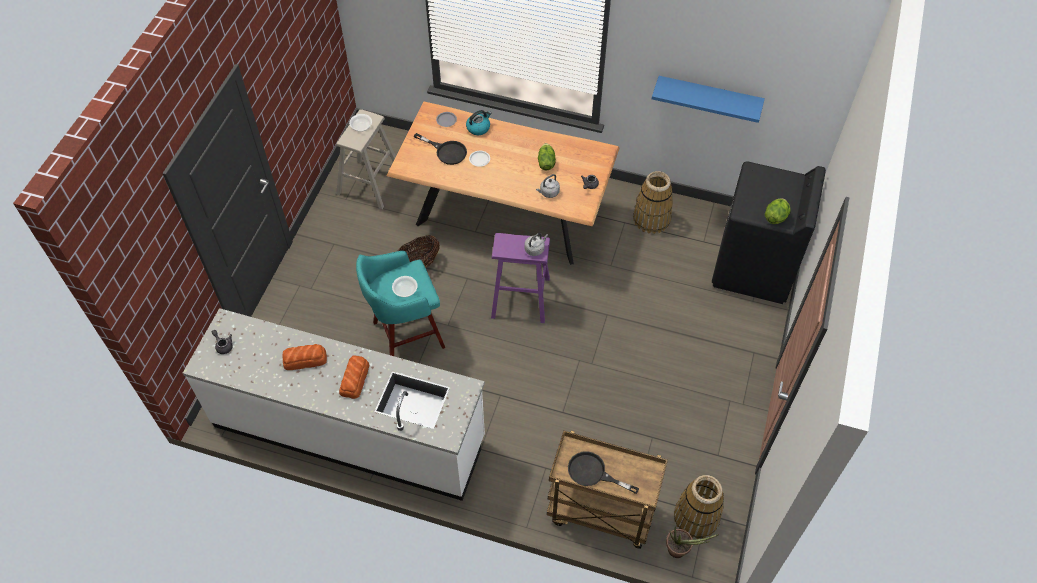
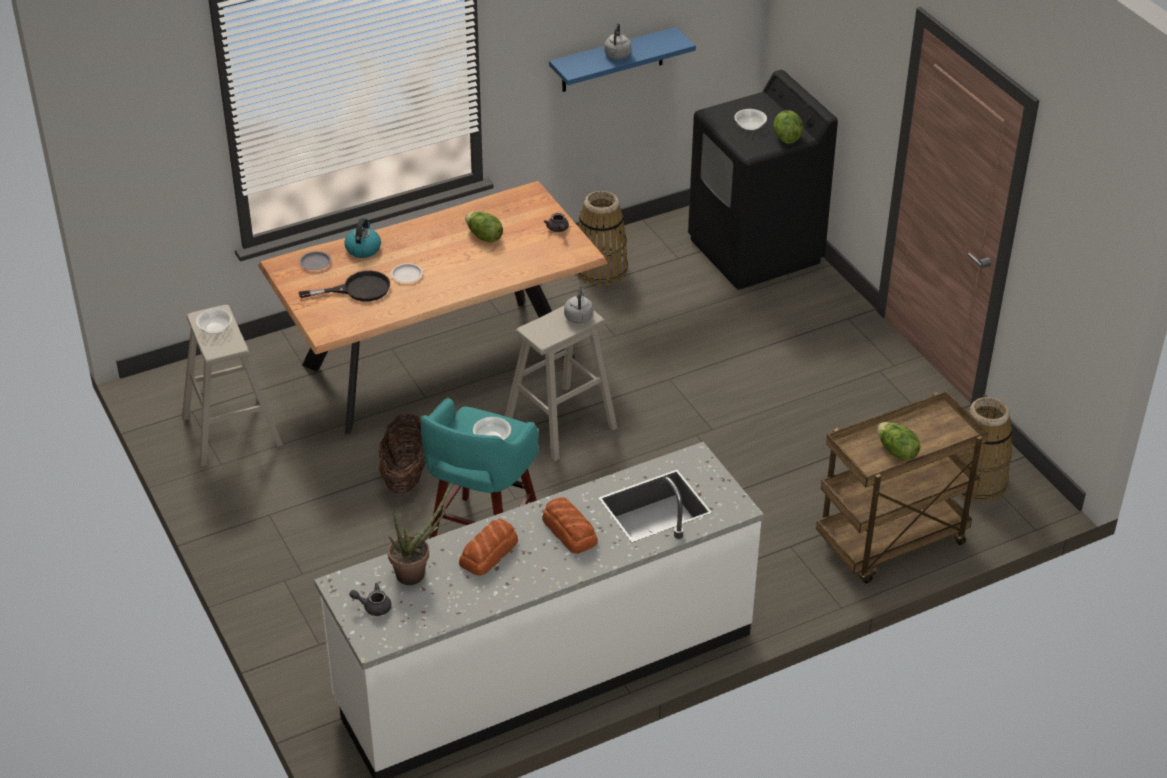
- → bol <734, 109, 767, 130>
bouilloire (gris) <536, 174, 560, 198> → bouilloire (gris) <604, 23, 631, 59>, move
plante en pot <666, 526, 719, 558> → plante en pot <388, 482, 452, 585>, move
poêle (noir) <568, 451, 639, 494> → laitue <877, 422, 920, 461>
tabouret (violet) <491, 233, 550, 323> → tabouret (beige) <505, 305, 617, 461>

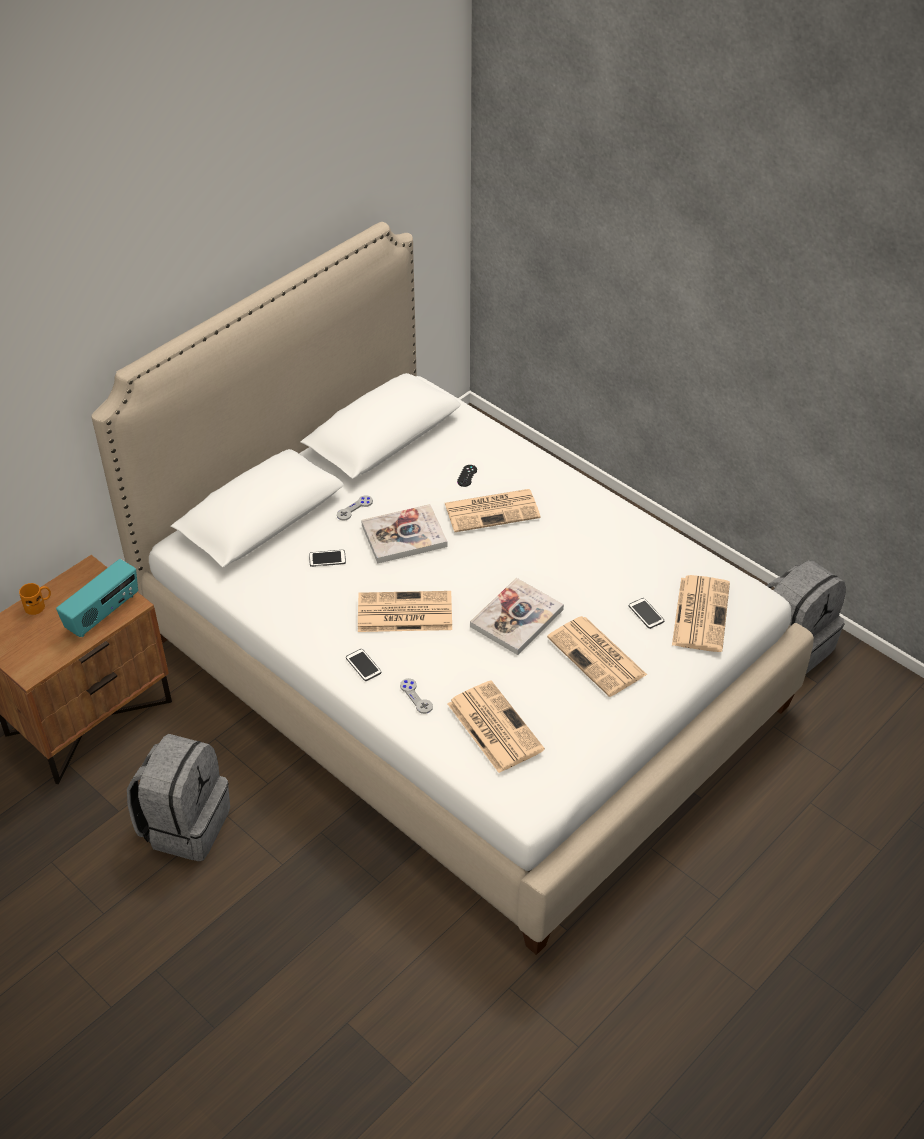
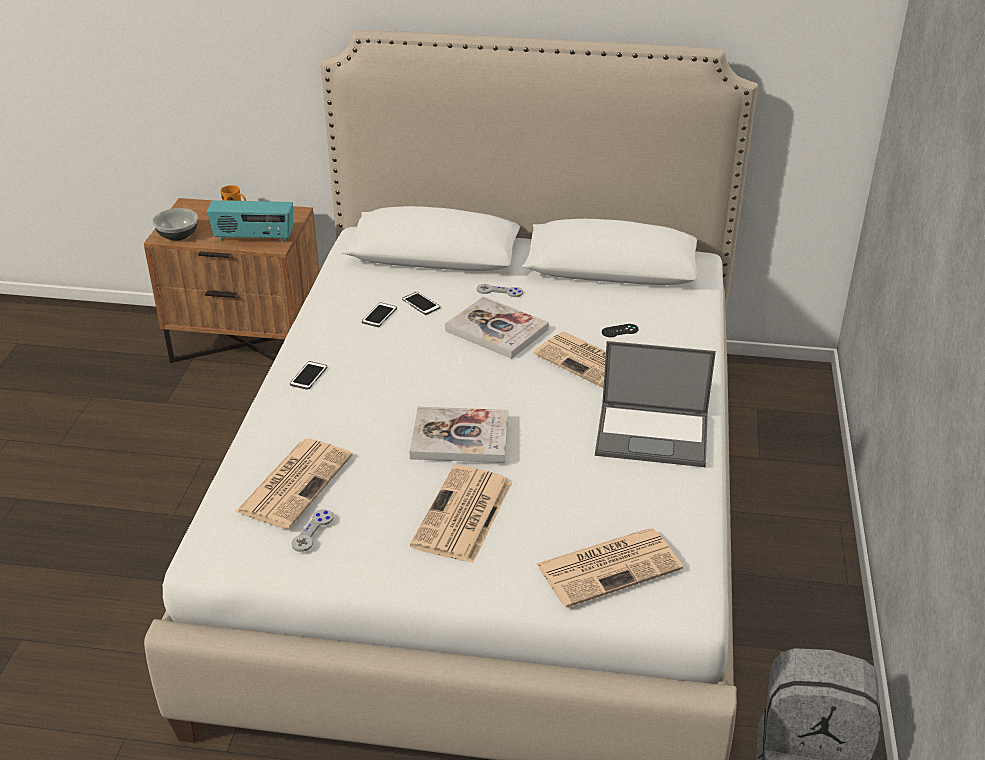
sac à dos (gris) <127, 734, 230, 862> → -
journal <358, 591, 452, 632> → -
- → bol <152, 208, 198, 241>
- → ordinateur portable <595, 341, 716, 467>
manette (gris) <400, 678, 433, 714> → manette (gris) <291, 509, 334, 552>, move
téléphone <629, 598, 664, 629> → téléphone <362, 302, 397, 327>, move

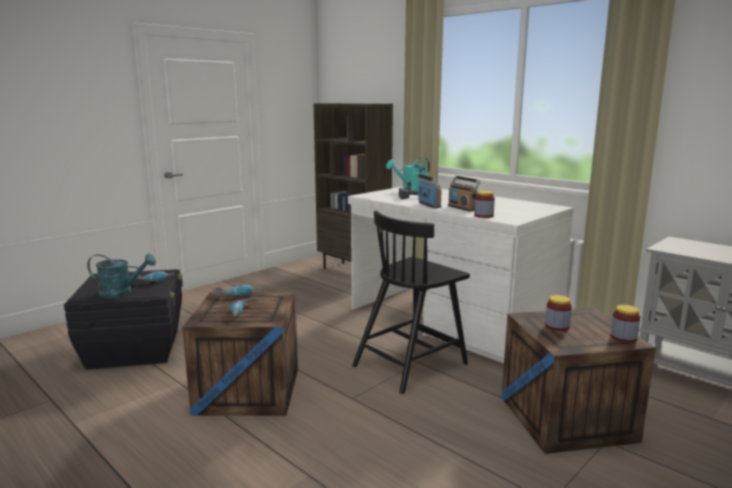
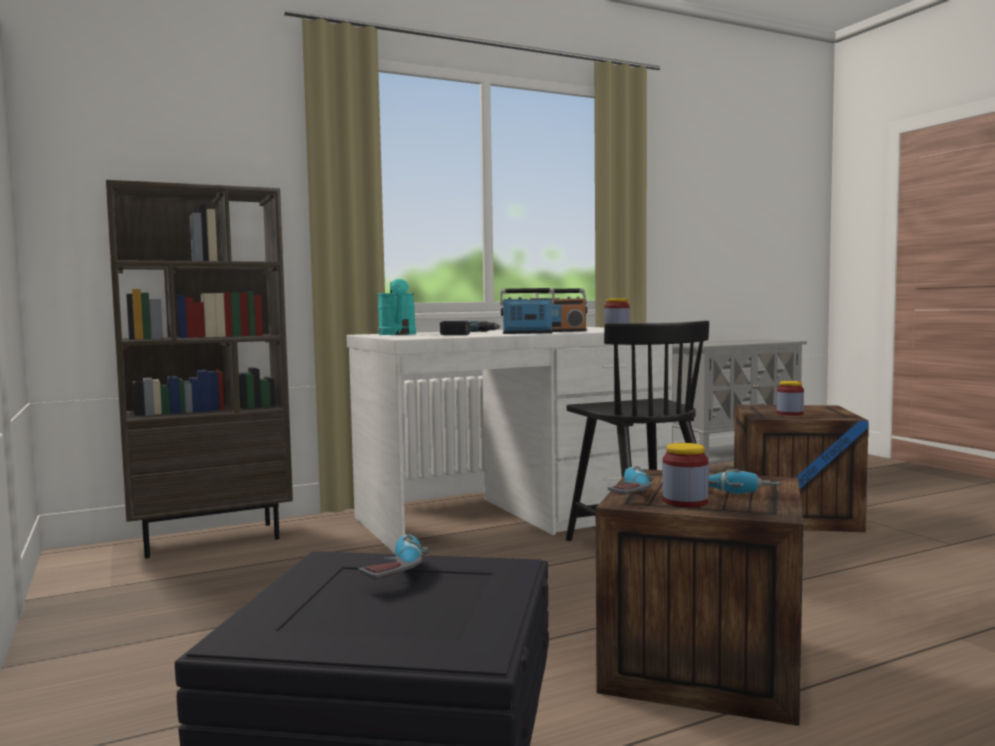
arrosoir (turquoise) <87, 254, 156, 298> → -
bocal <611, 305, 640, 343> → bocal <662, 443, 709, 507>, move

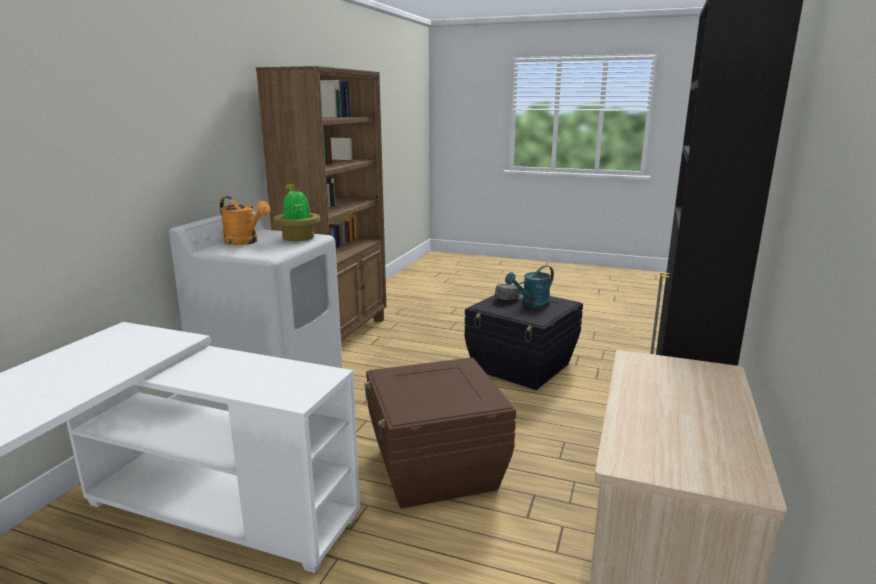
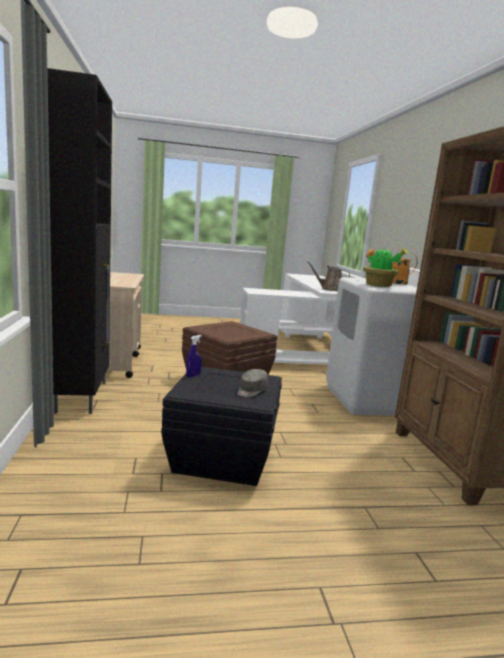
arrosoir (turquoise) <505, 265, 554, 308> → -
- → vaporisateur (bleu) <186, 335, 202, 377>
- → arrosoir (marron) <306, 261, 350, 291>

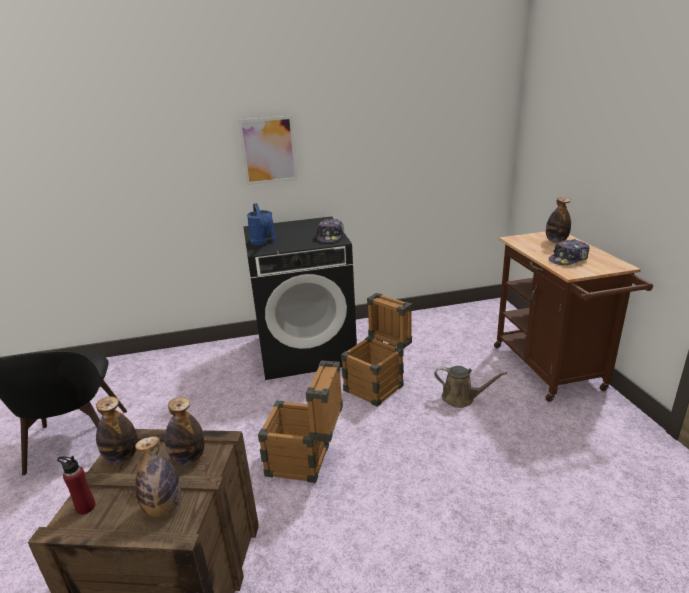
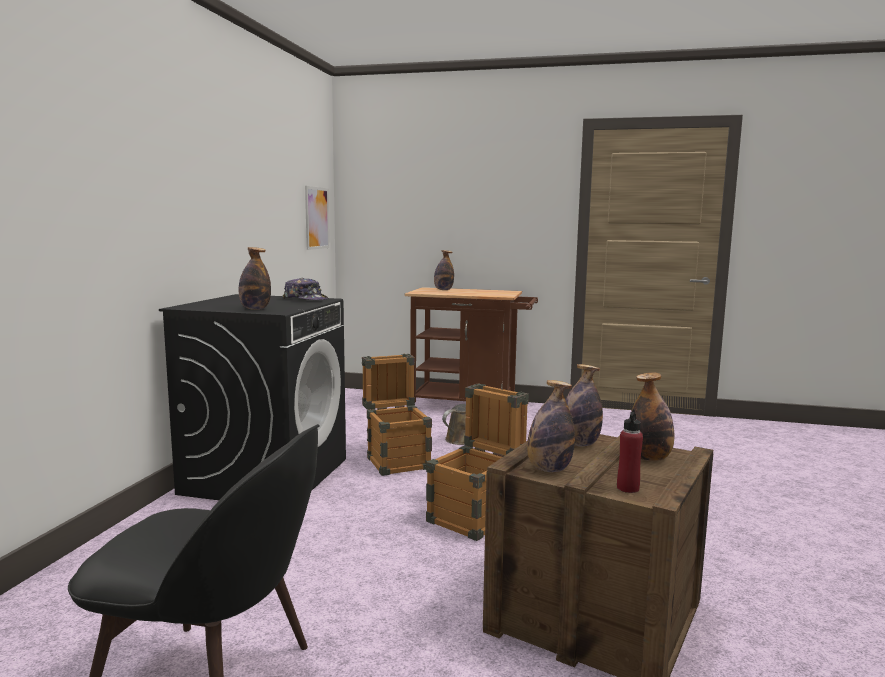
casquette <549, 239, 590, 265> → -
tableau <238, 116, 298, 185> → tableau <305, 186, 329, 250>, move
arrosoir (bleu) <247, 203, 276, 245> → bouteille <238, 247, 271, 310>

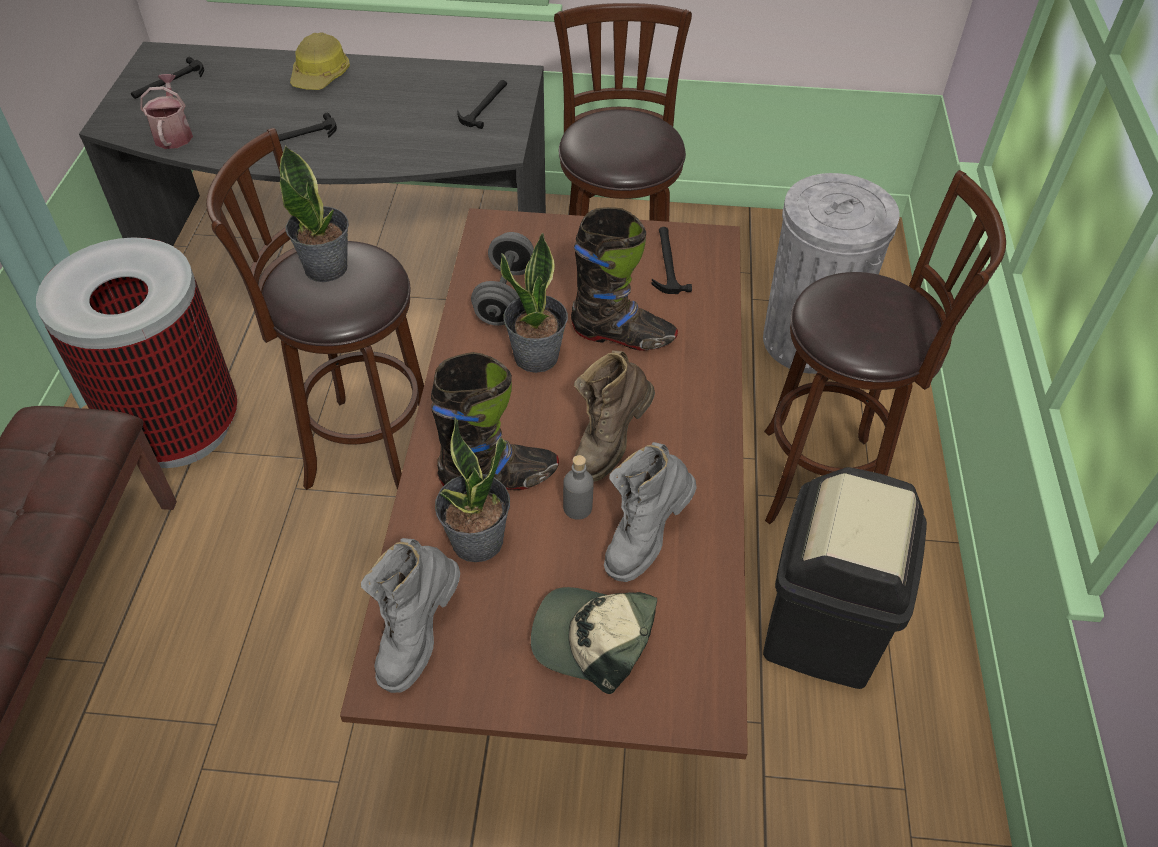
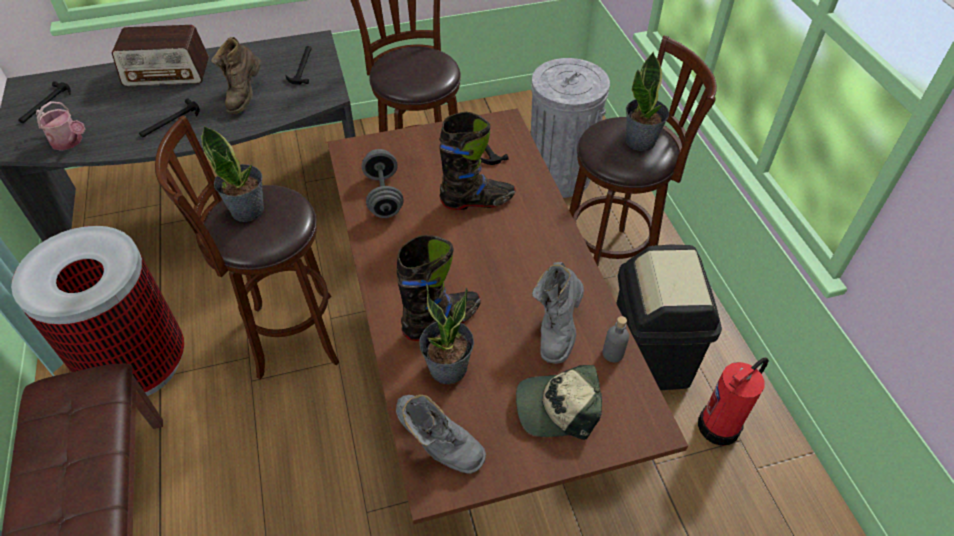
- → extincteur <698, 358, 769, 446>
plante en pot <500, 232, 568, 373> → plante en pot <626, 52, 669, 151>, move
bouteille (gris) <563, 455, 594, 520> → bouteille (gris) <603, 316, 629, 362>, move
botte (marron) <574, 350, 655, 482> → botte (marron) <211, 37, 261, 114>, move
casque de chantier <290, 32, 350, 90> → radio <112, 25, 209, 86>
arrosoir <140, 74, 193, 149> → arrosoir <36, 101, 85, 151>, 150 degrees clockwise
botte (gris) <361, 538, 460, 693> → botte (gris) <396, 395, 486, 474>, 60 degrees counterclockwise

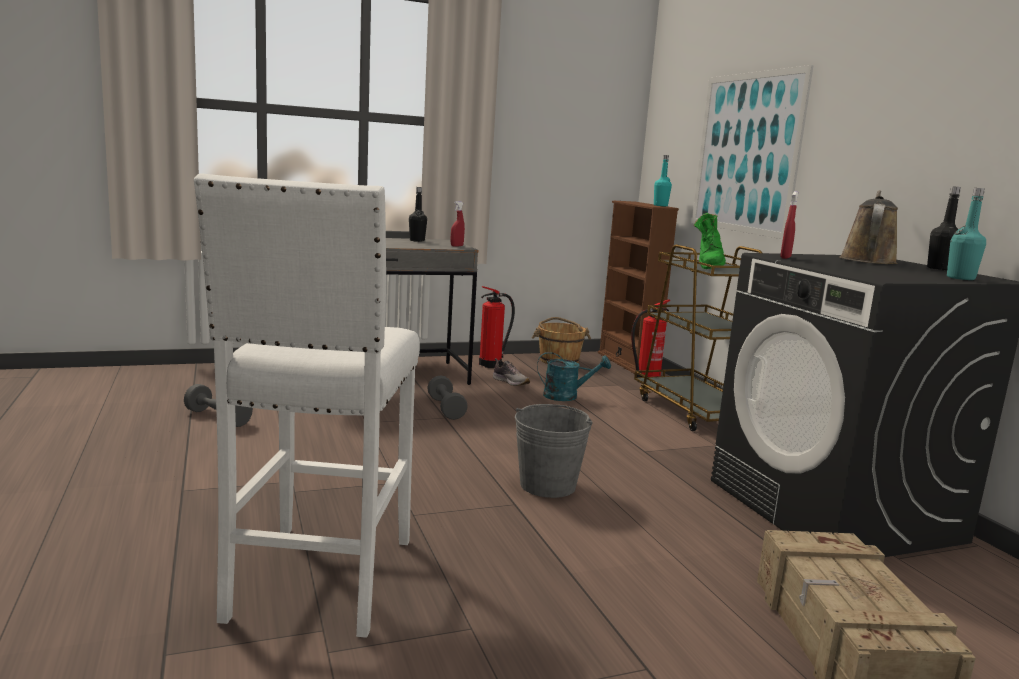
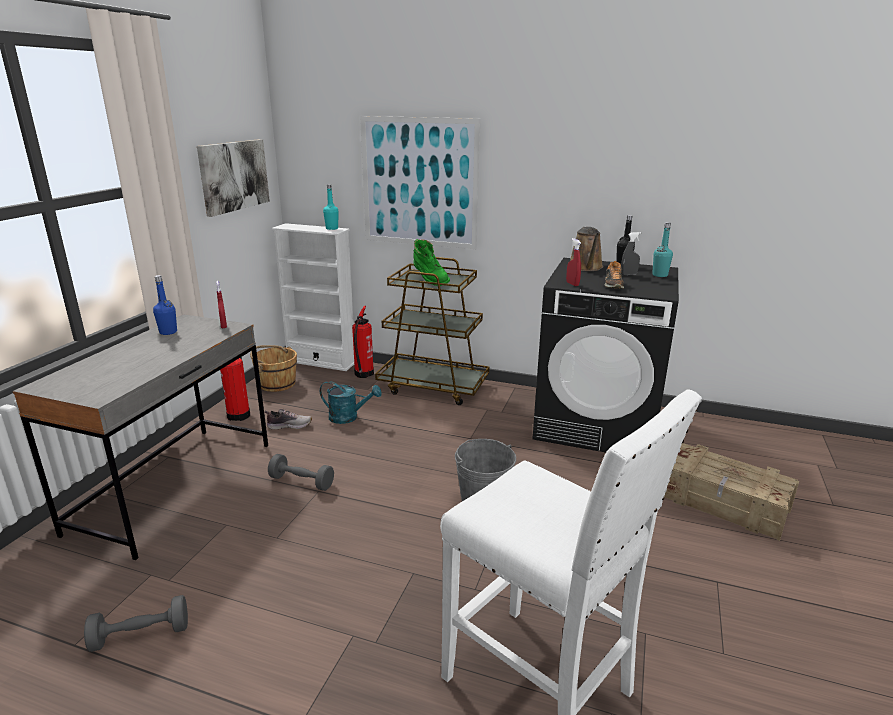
- → tableau <197, 139, 270, 217>
- → chaussure <605, 261, 624, 289>
- → vaporisateur (gris) <621, 232, 641, 276>
bouteille (noir) <409, 187, 427, 242> → bouteille (bleu) <153, 275, 177, 335>
bibliothèque (marron) <598, 201, 679, 374> → bibliothèque (blanc) <272, 223, 354, 371>
arrosoir (turquoise) <537, 352, 611, 401> → arrosoir (turquoise) <320, 381, 382, 424>, 60 degrees clockwise
arrosoir (marron) <839, 190, 898, 264> → arrosoir (marron) <570, 227, 603, 271>, 150 degrees counterclockwise

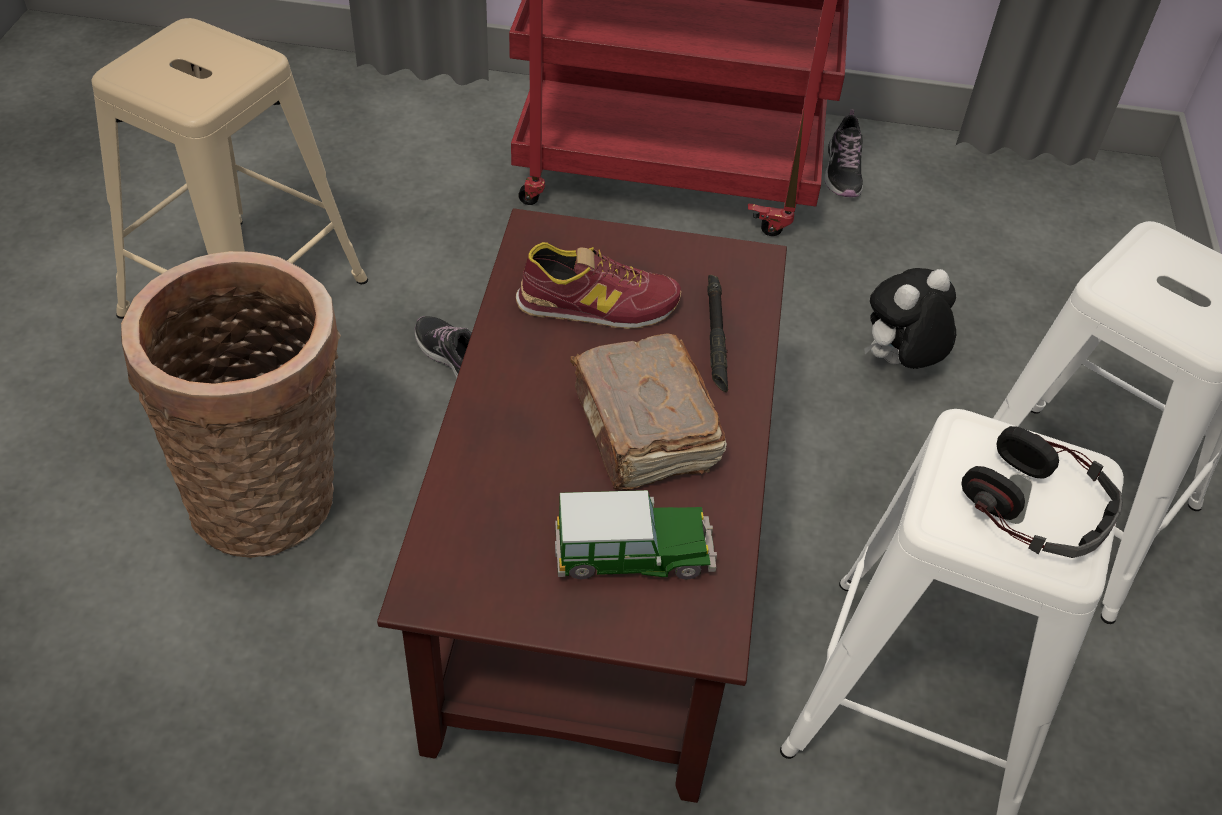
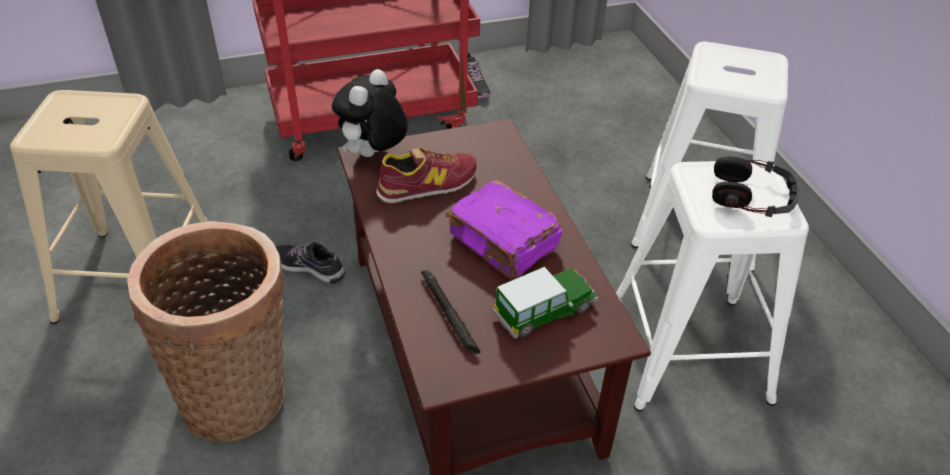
lampe de poche (noir) <707, 275, 728, 392> → lampe de poche (noir) <421, 270, 481, 354>, move
peluche <864, 268, 956, 369> → peluche <332, 69, 408, 157>, move
livre (marron) <570, 333, 727, 490> → livre (violet) <446, 180, 562, 280>

